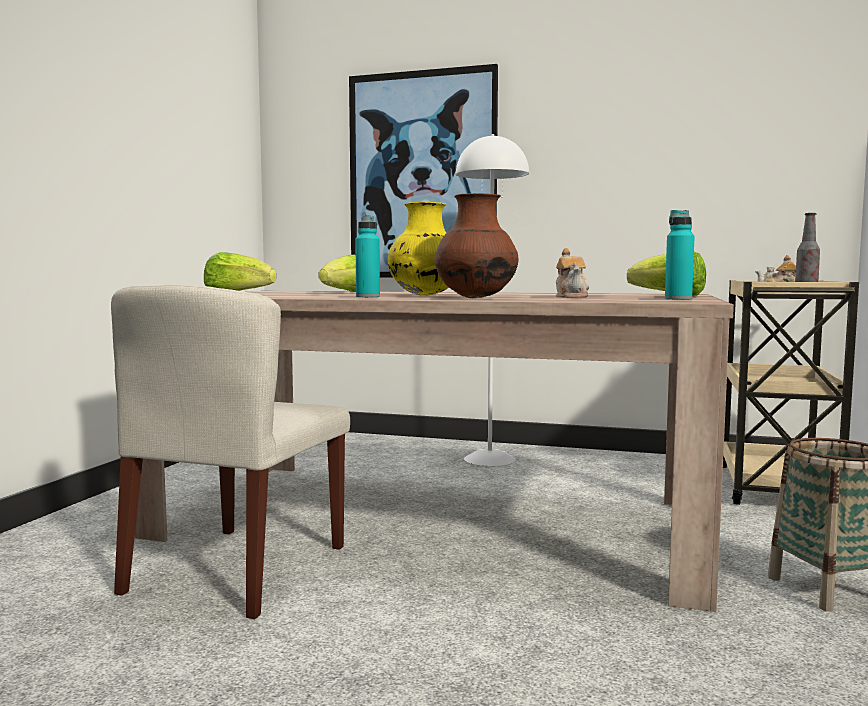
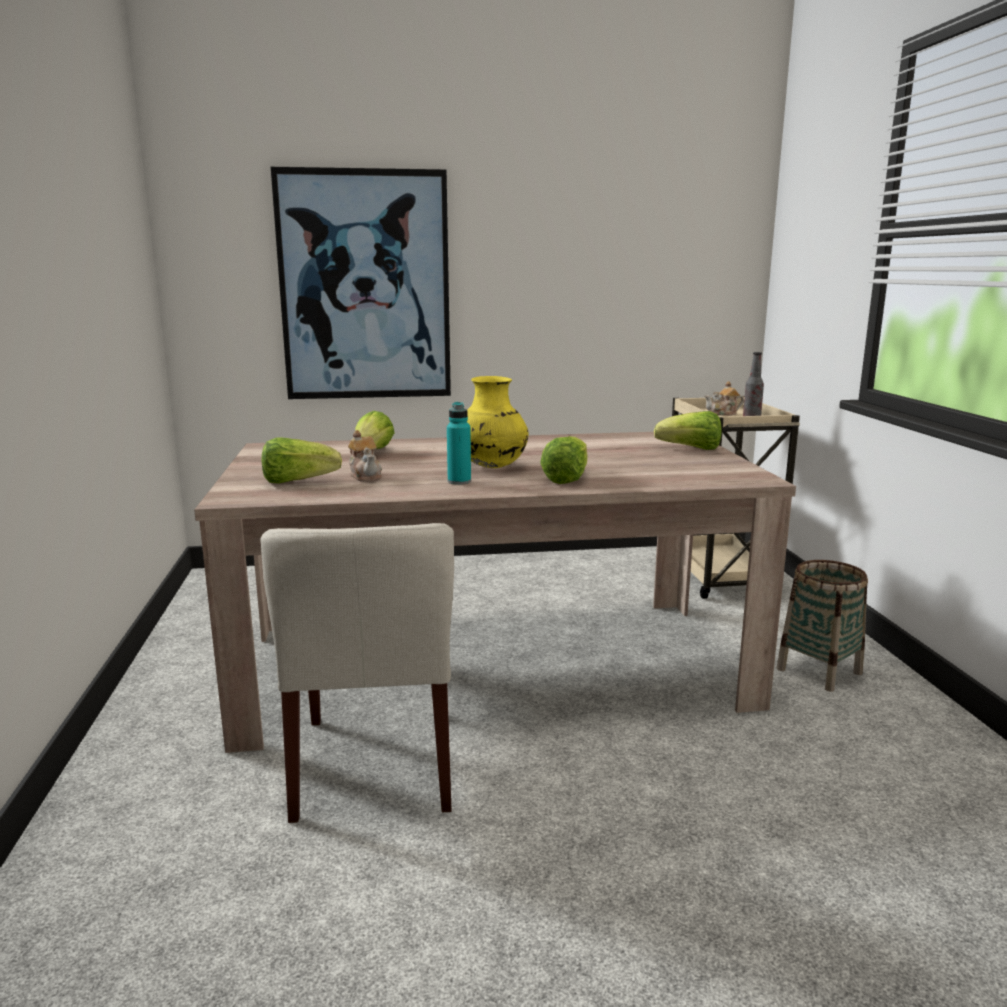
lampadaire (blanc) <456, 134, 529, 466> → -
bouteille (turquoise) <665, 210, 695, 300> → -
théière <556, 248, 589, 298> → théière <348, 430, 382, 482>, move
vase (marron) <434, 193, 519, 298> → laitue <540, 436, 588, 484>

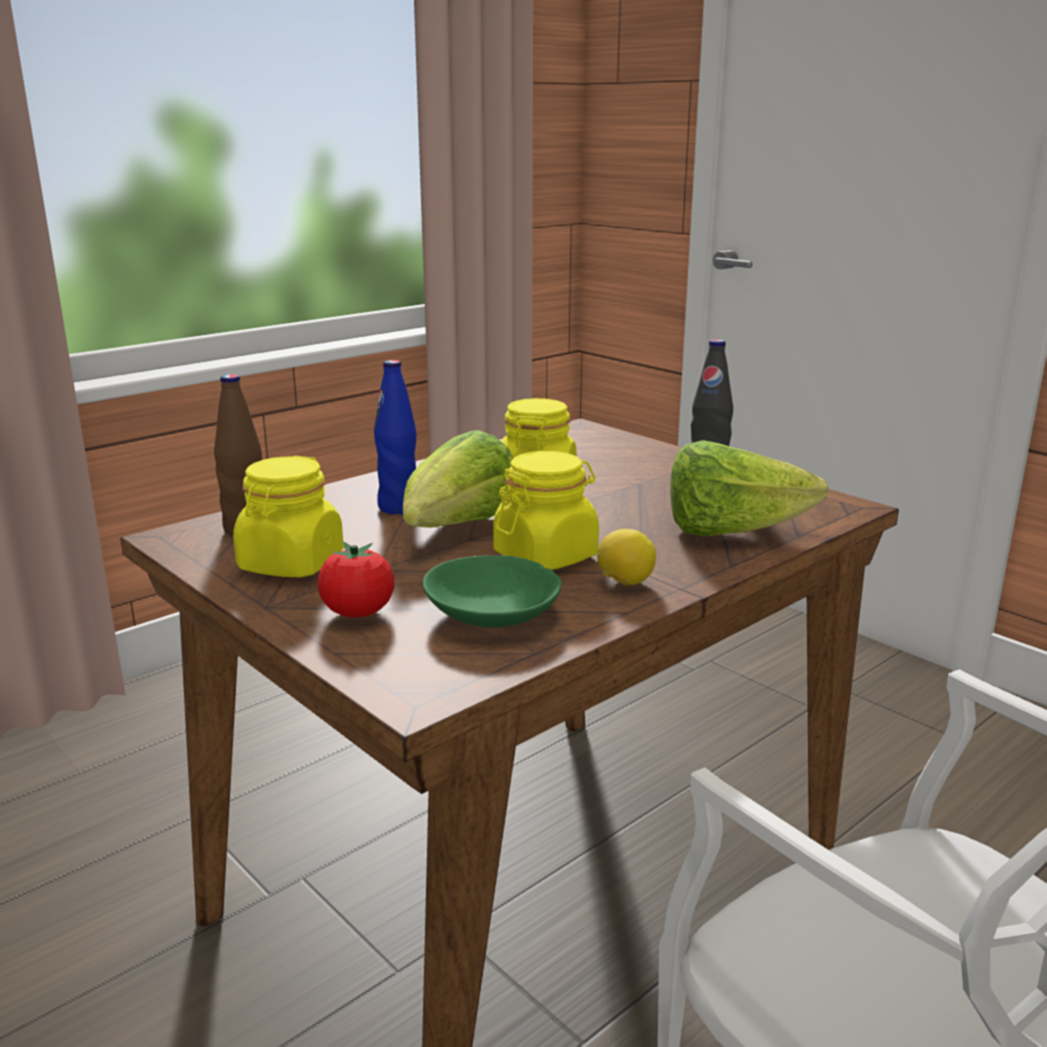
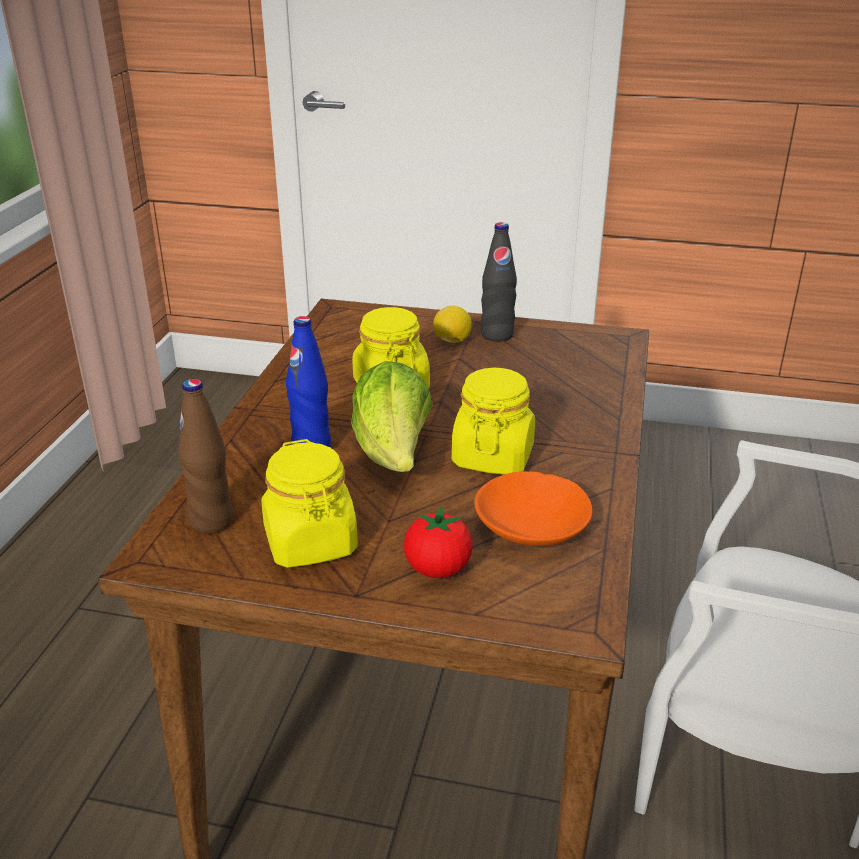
laitue <670, 440, 828, 536> → -
citron <597, 529, 656, 586> → citron <433, 306, 472, 343>, move
bol (vert) <423, 555, 562, 628> → bol (orange) <474, 471, 592, 546>

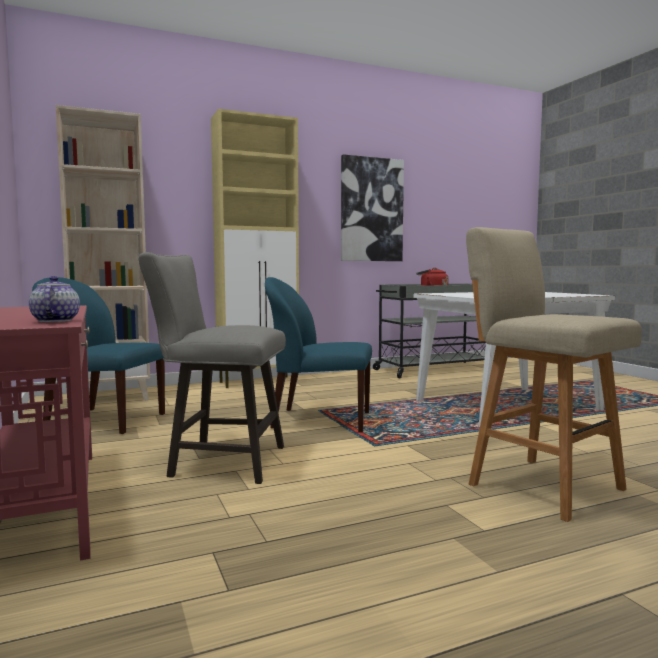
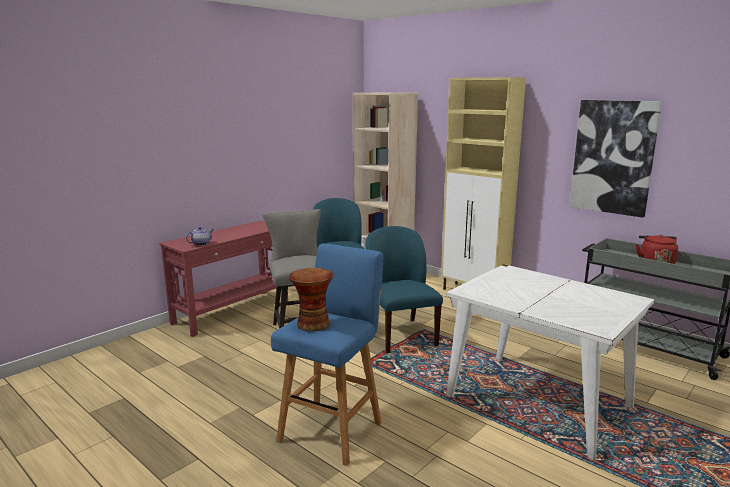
- → vase <289, 268, 334, 332>
tabouret (beige) <466, 227, 642, 522> → tabouret (bleu) <271, 243, 383, 466>

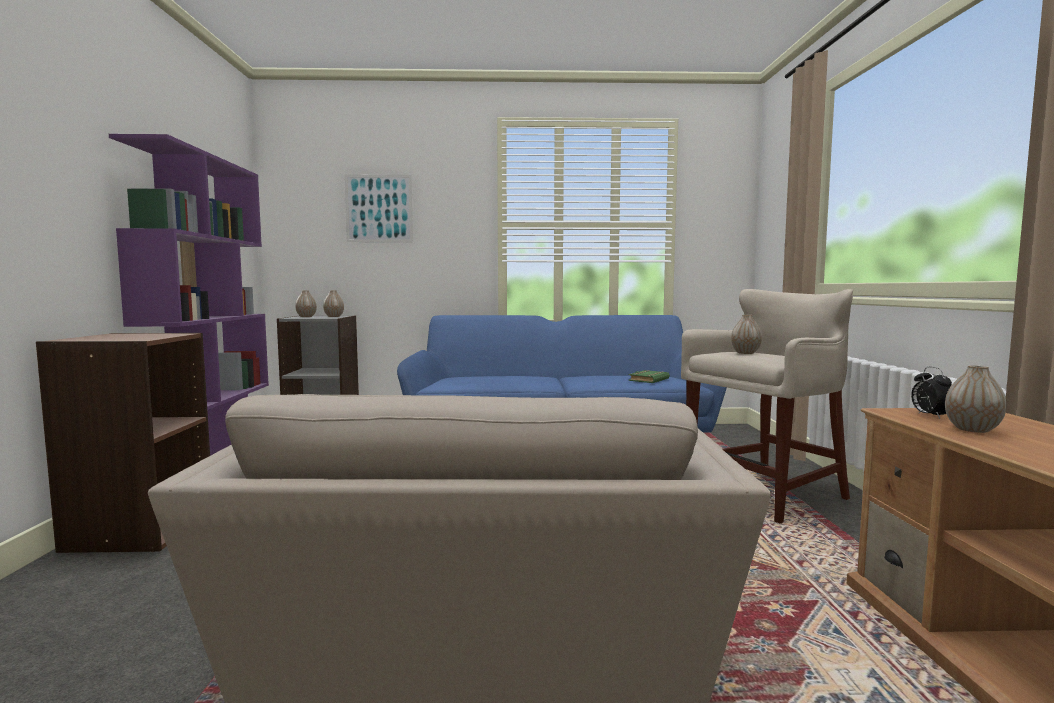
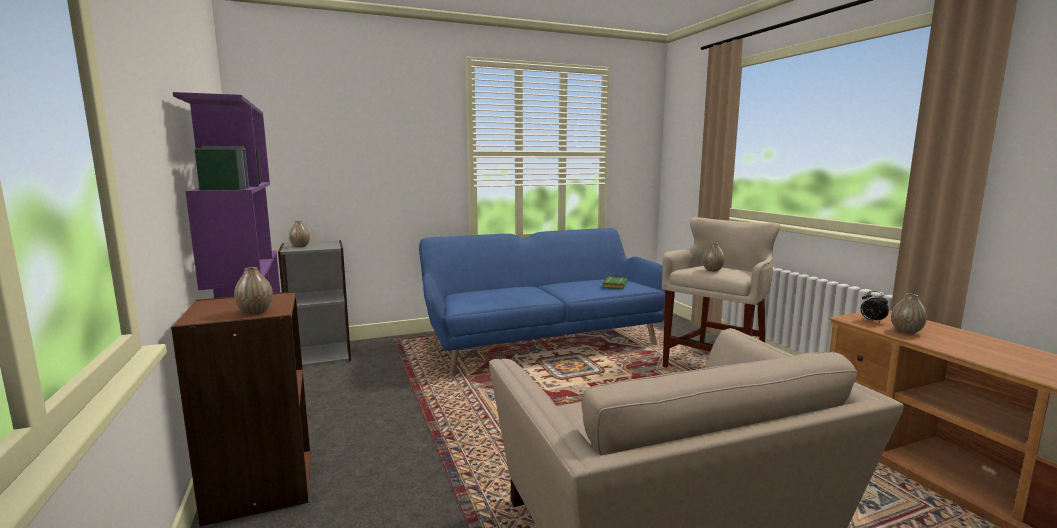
tableau <344, 175, 413, 242> → -
vase <323, 290, 344, 317> → vase <234, 267, 273, 315>, move

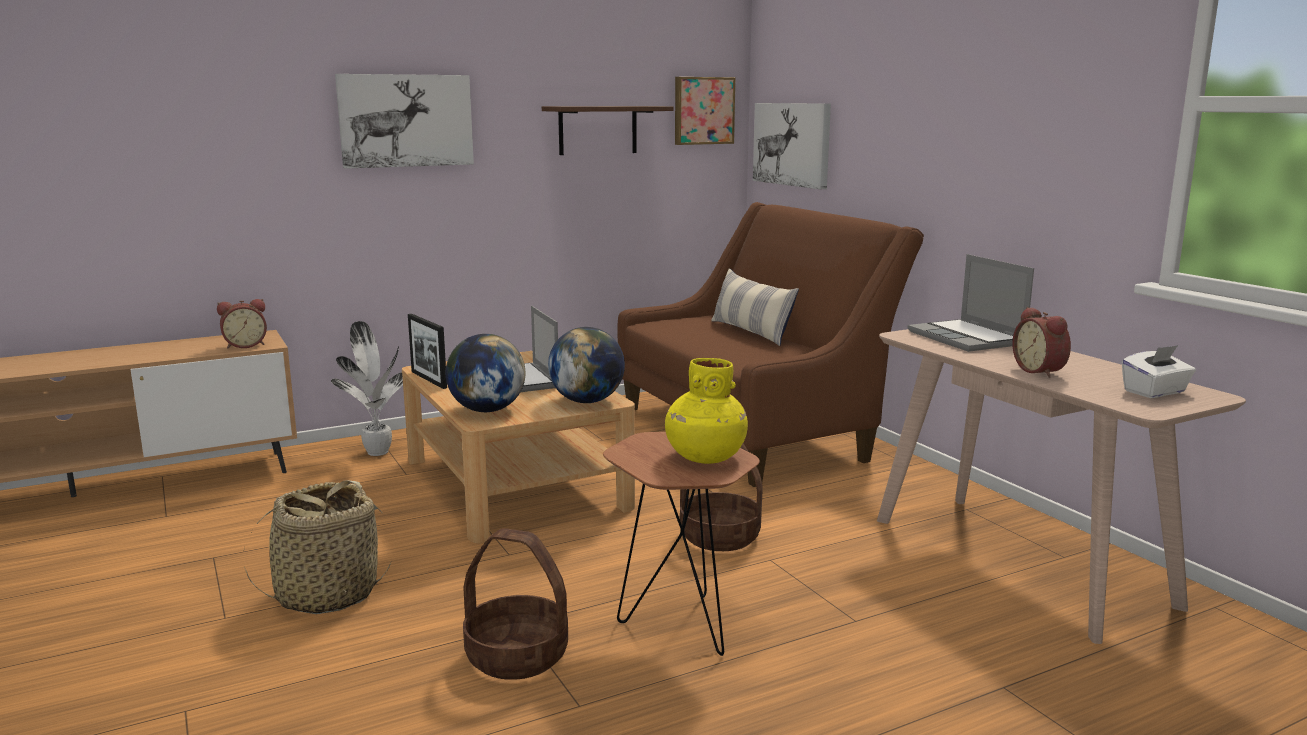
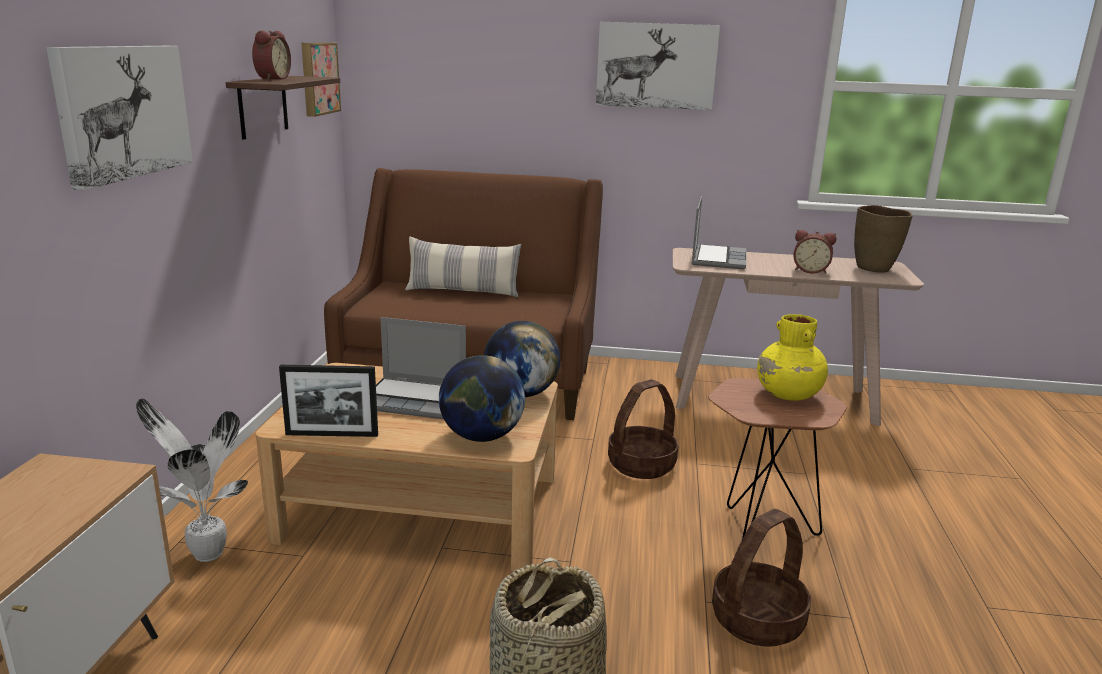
réveil <217, 299, 267, 349> → réveil <252, 30, 291, 80>, move
tableau <753, 103, 831, 189> → tableau <596, 22, 720, 110>, move
boîte à mouchoirs (blanc) <1122, 345, 1196, 398> → vase (marron) <854, 205, 913, 273>
ordinateur portable <908, 254, 1034, 352> → ordinateur portable <692, 196, 746, 269>, 90 degrees counterclockwise

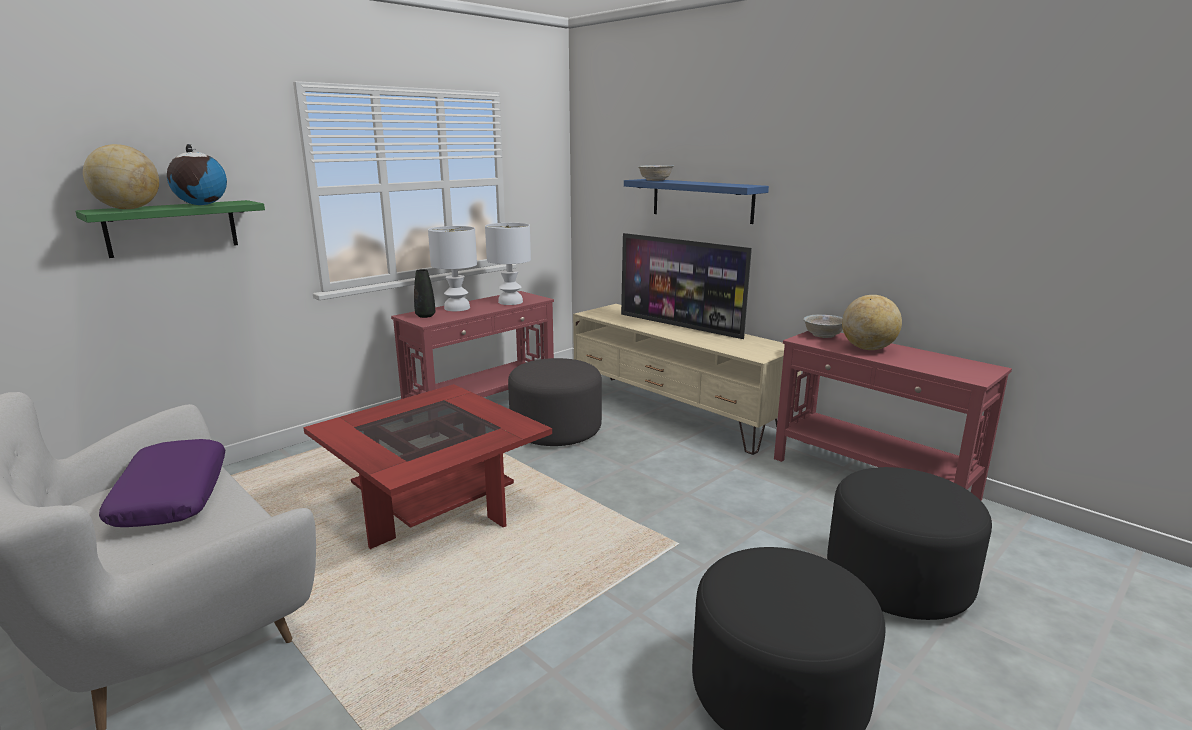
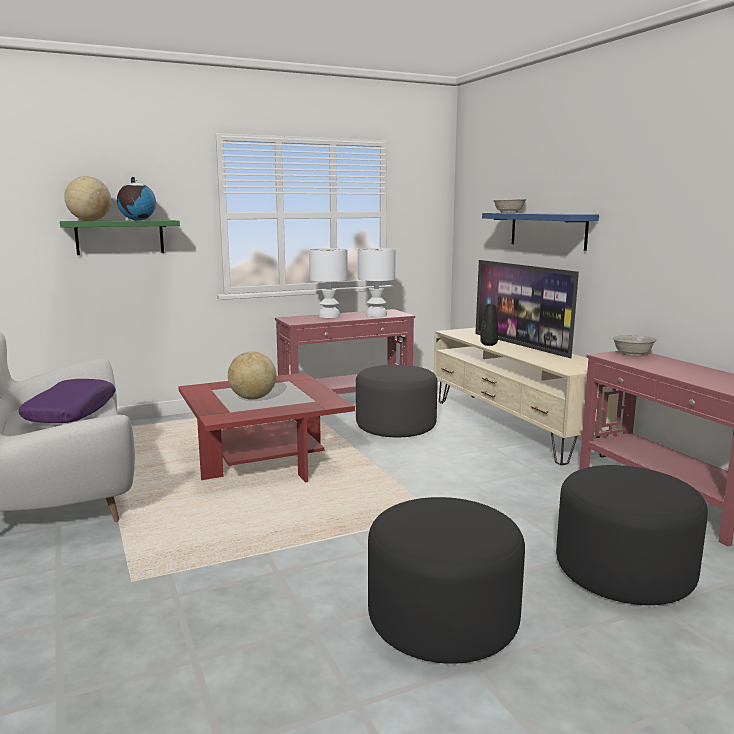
vase (noir) <414, 269, 435, 318> → vase (noir) <480, 304, 498, 346>, move
globe <842, 295, 902, 350> → globe <228, 351, 277, 400>, move

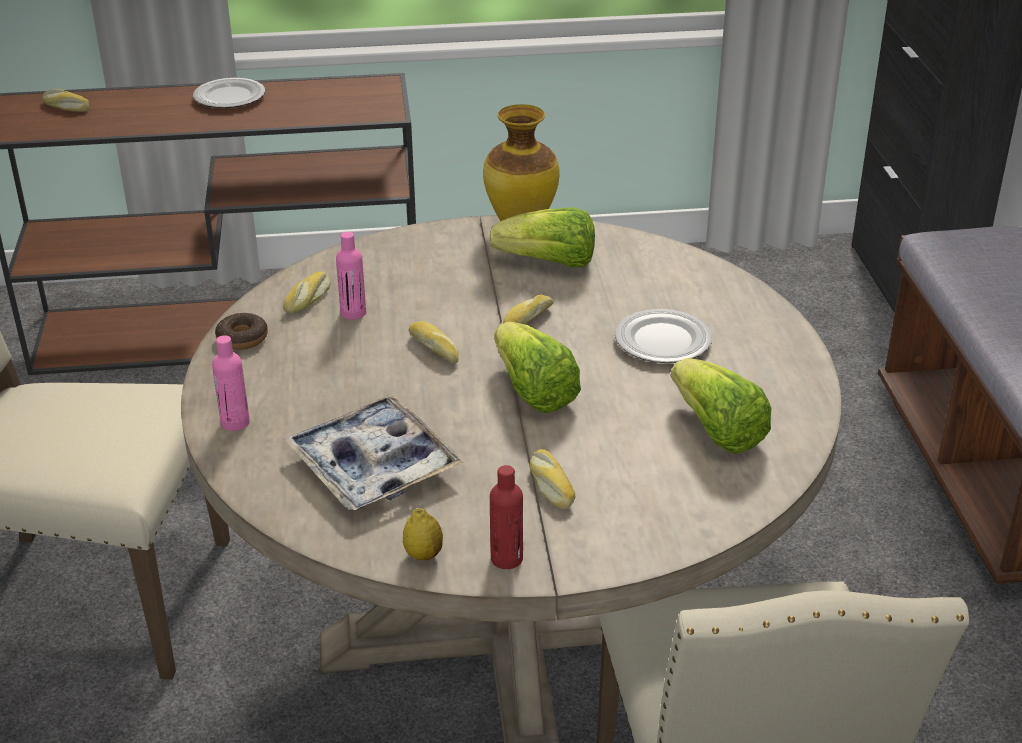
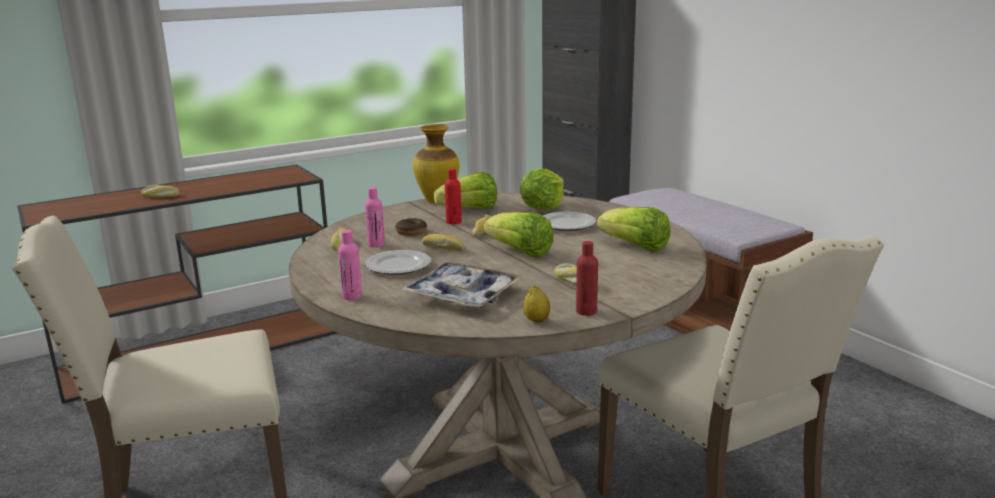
- → bouteille (rouge) <445, 168, 462, 224>
- → laitue <520, 169, 564, 209>
pain <42, 89, 89, 112> → pain <141, 185, 180, 197>, move
assiette <193, 78, 265, 108> → assiette <365, 250, 431, 275>, move
beignet <215, 313, 268, 350> → beignet <395, 218, 427, 236>, move

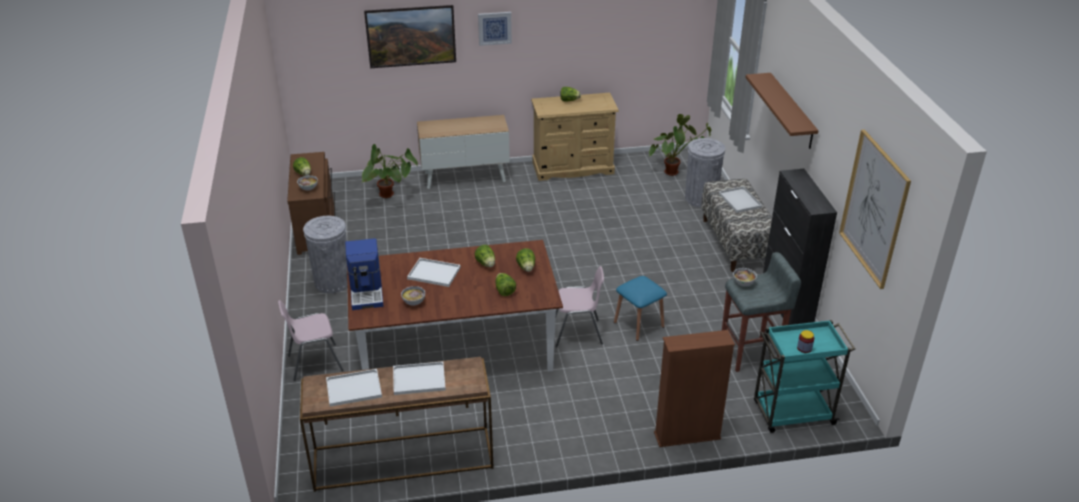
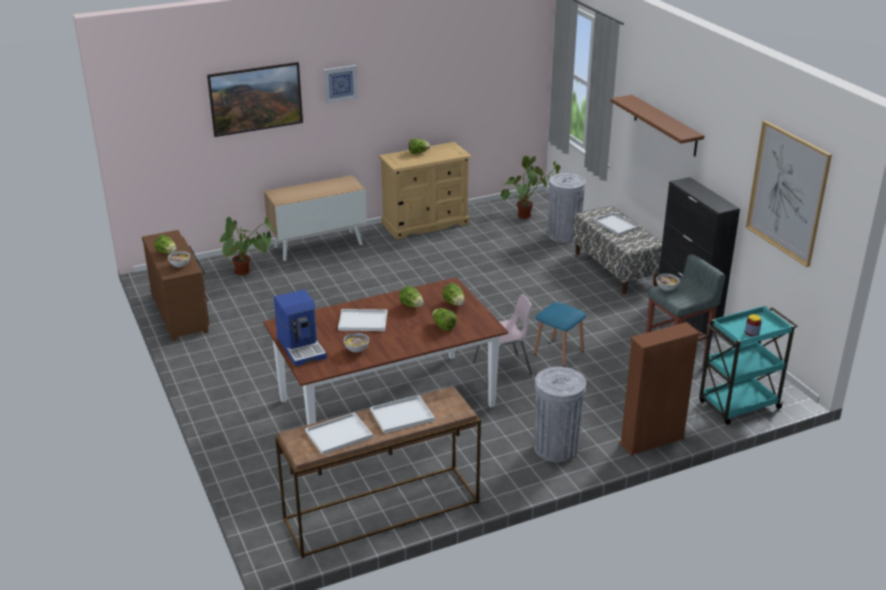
chaise (rose) <278, 300, 343, 381> → -
poubelle (gris) <303, 216, 347, 293> → poubelle (gris) <534, 367, 586, 462>, move

